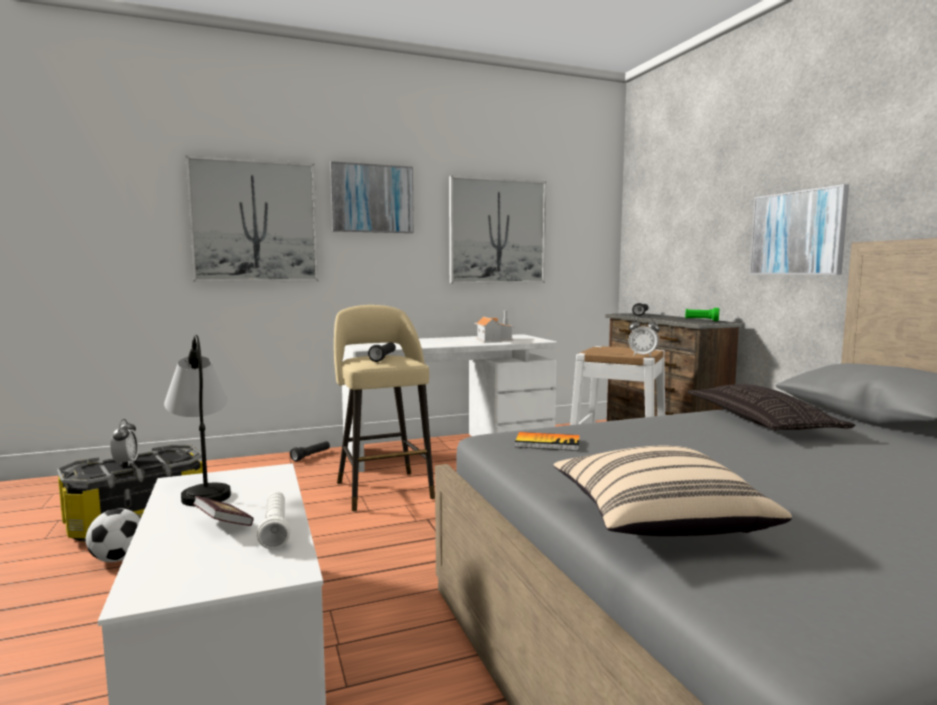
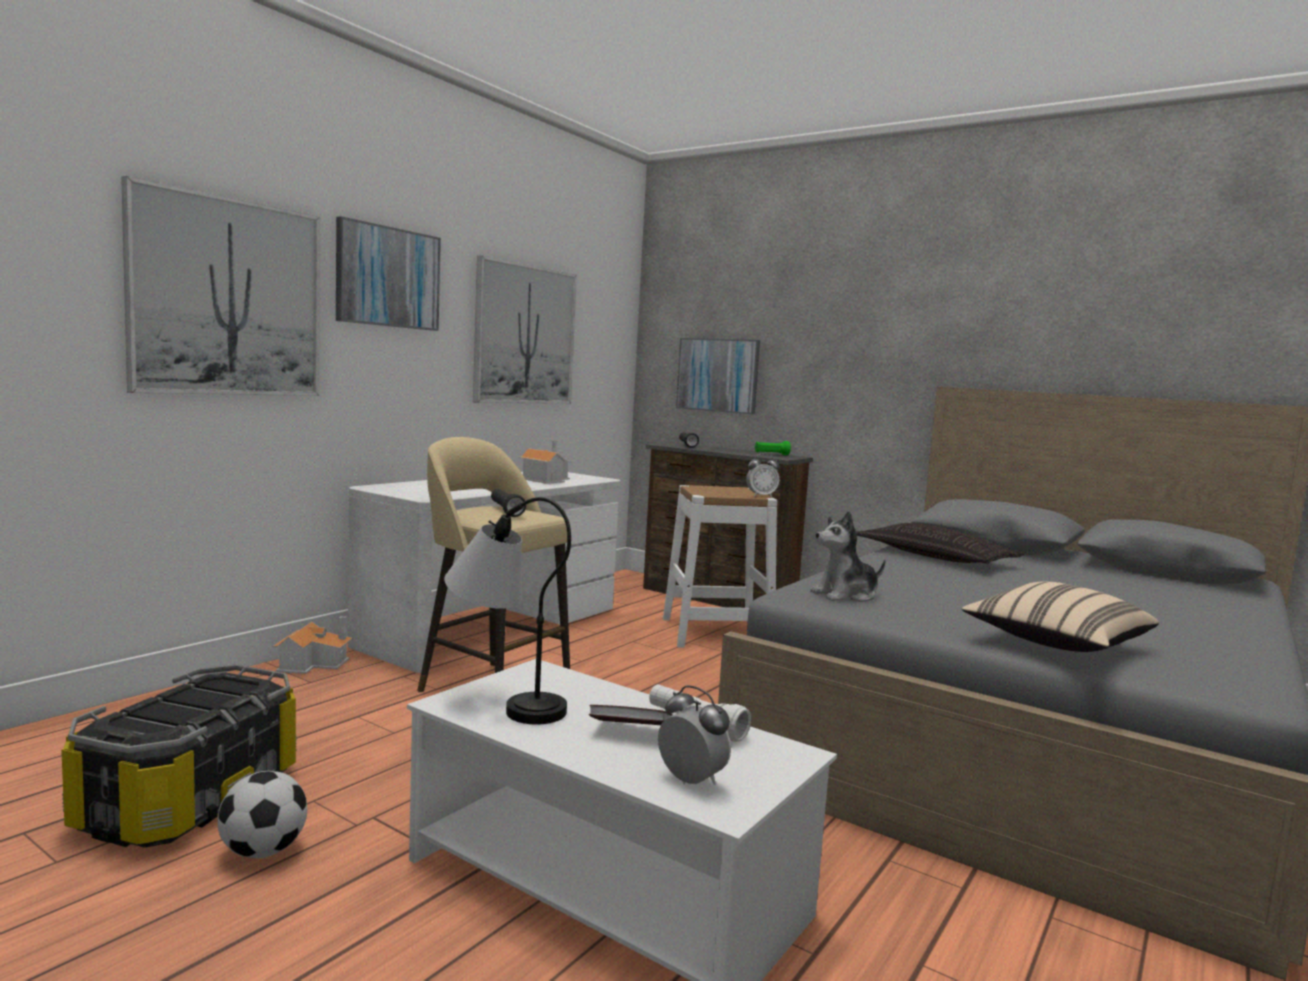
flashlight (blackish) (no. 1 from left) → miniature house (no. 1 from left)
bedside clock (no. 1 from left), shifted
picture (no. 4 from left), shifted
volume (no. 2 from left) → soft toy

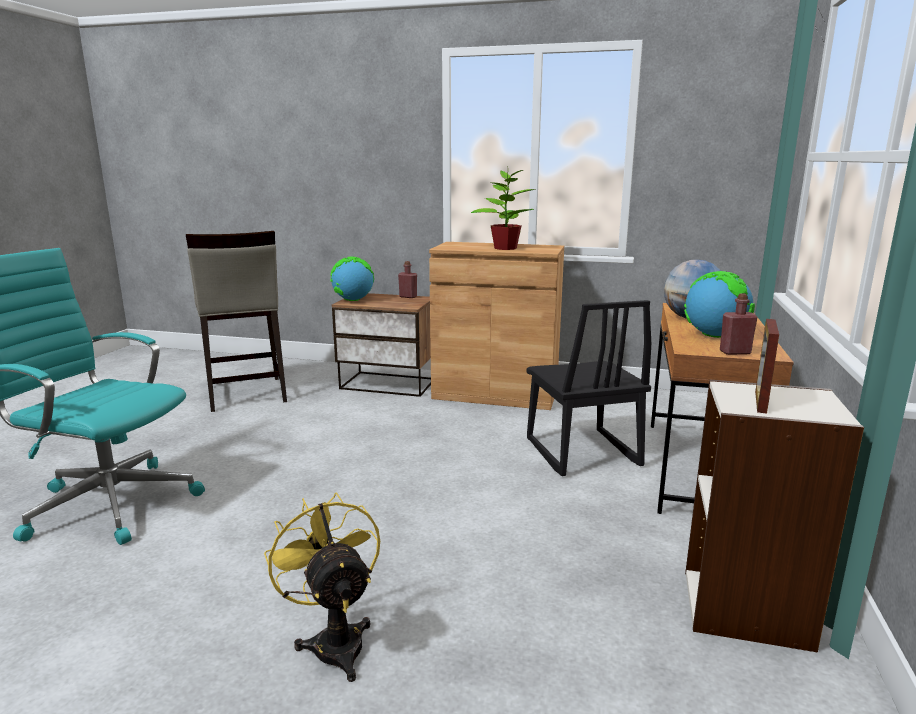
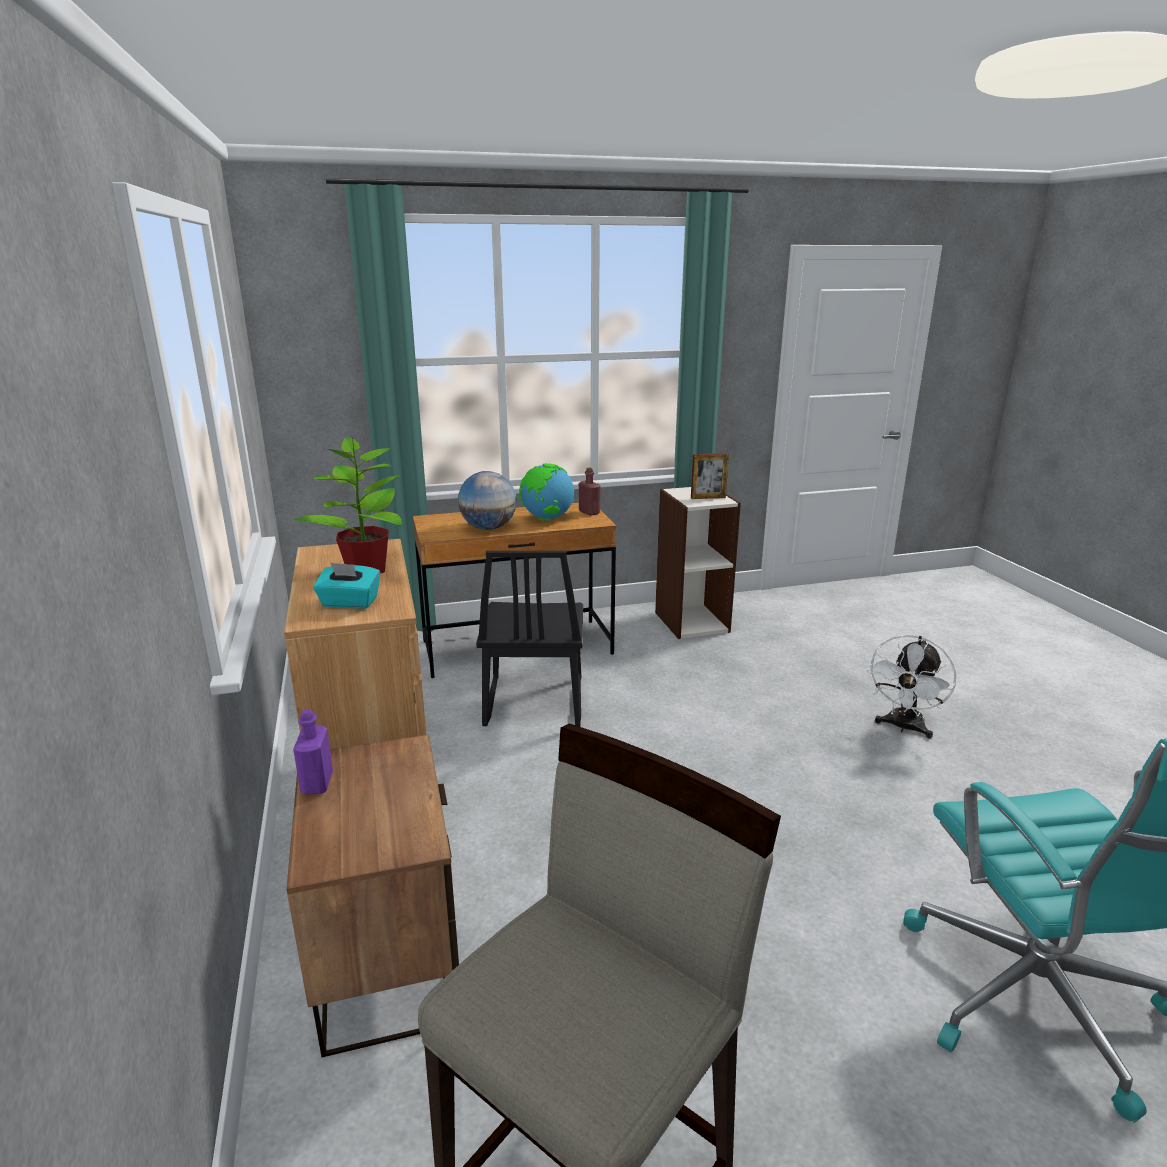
beverage bottle (red-coloured) (no. 1 from left) → beverage bottle (purple)
- → tissue holder (turquoise)
chair (blackish), 135 degrees clockwise
fan (yellow) → fan (white-coloured)
world globe (no. 1 from left) → -

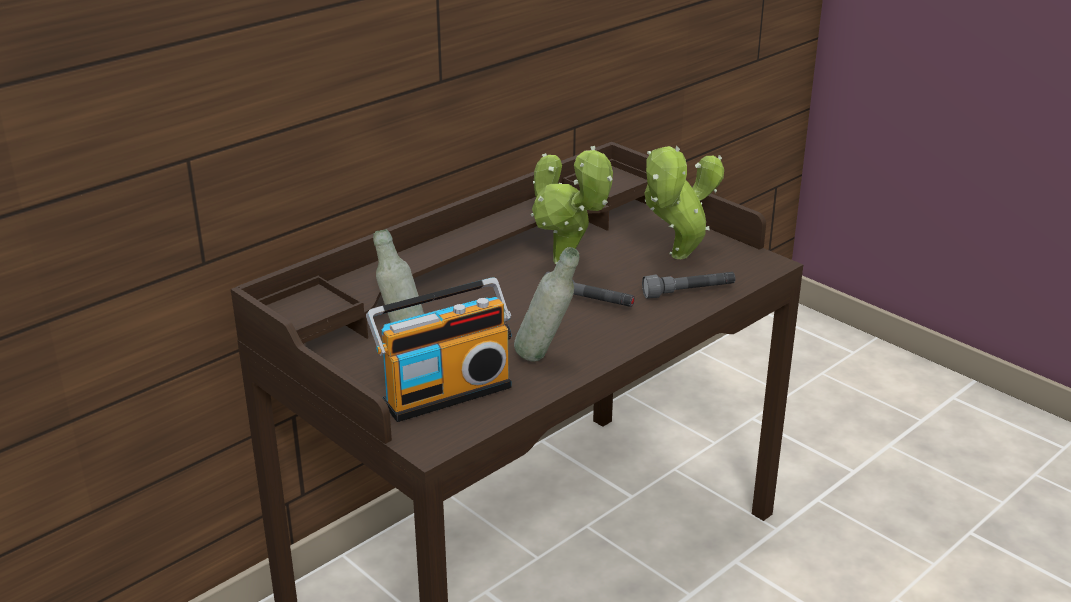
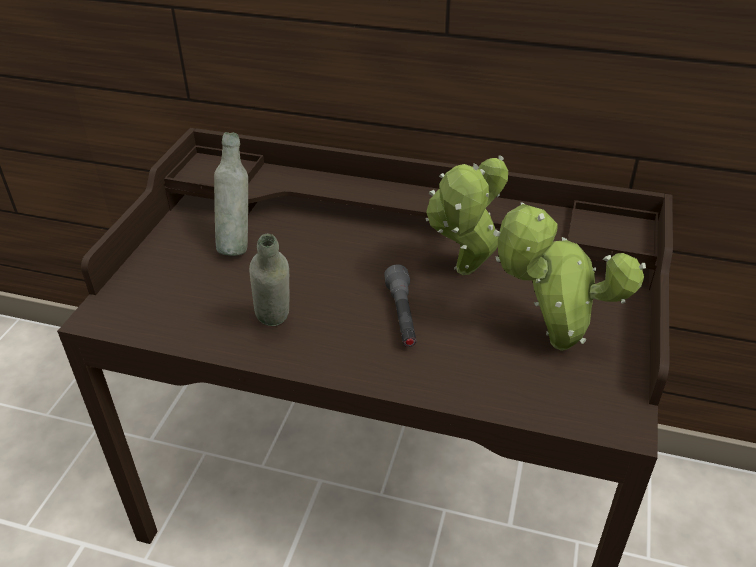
radio receiver → -
flashlight (gray) (no. 2 from left) → -

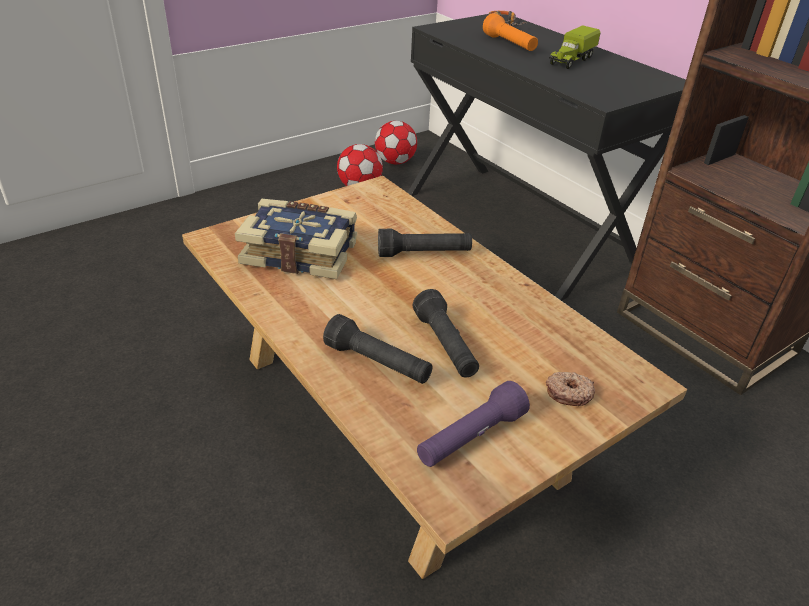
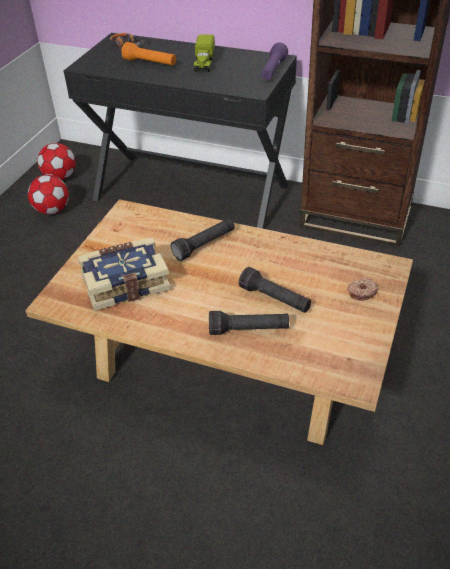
flashlight (purple), shifted

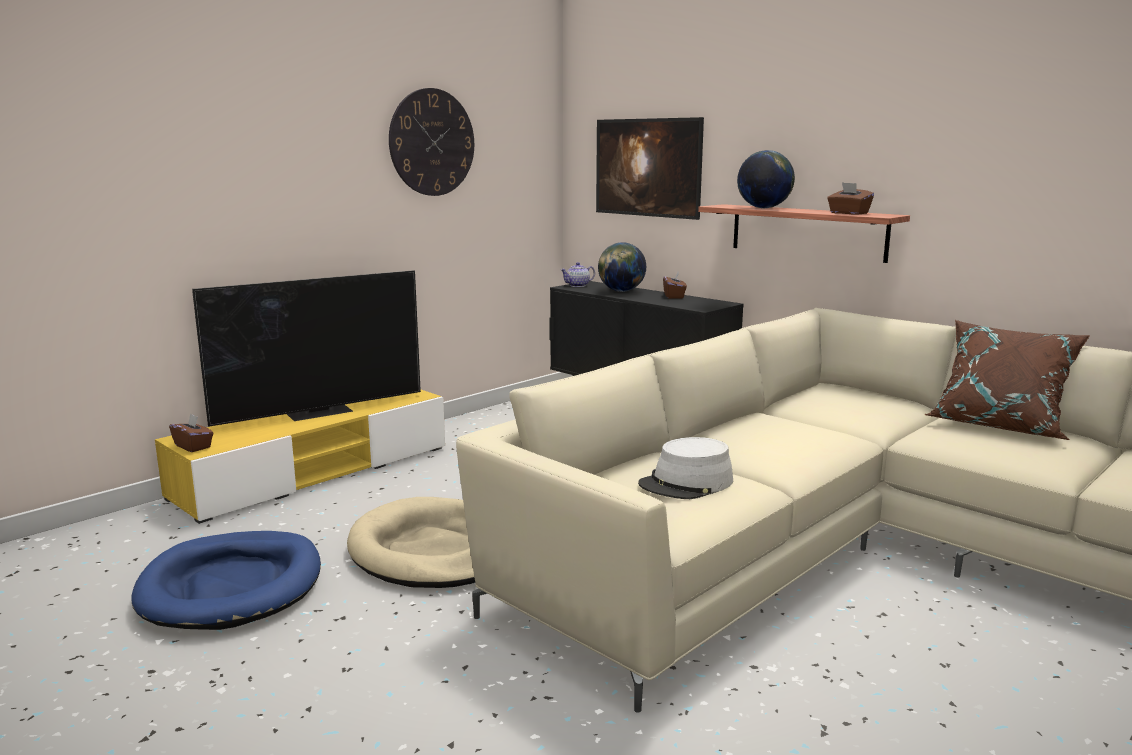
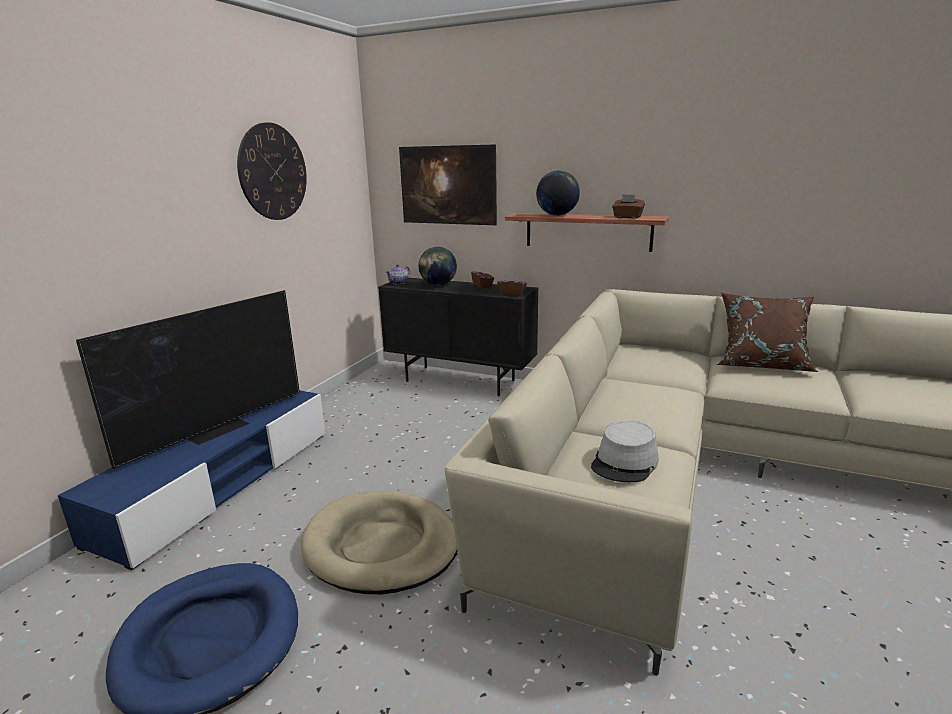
media console (yellow) → media console (bluish)
tissue holder (brown) (no. 1 from left in the first image) → tissue holder (brown) (no. 2 from left), shifted

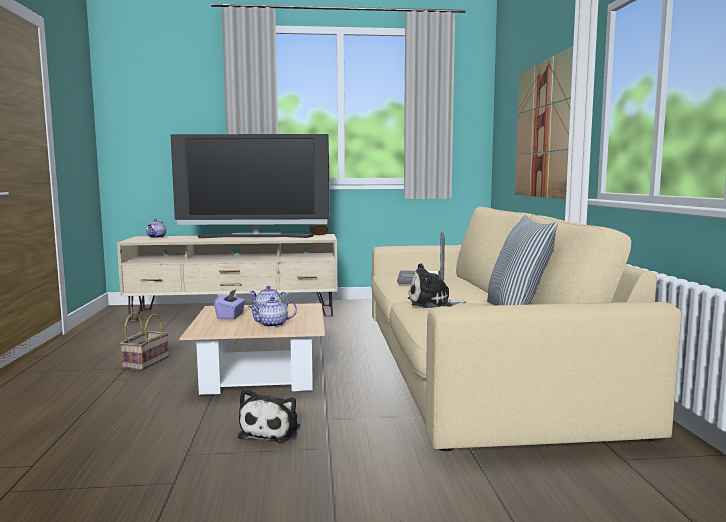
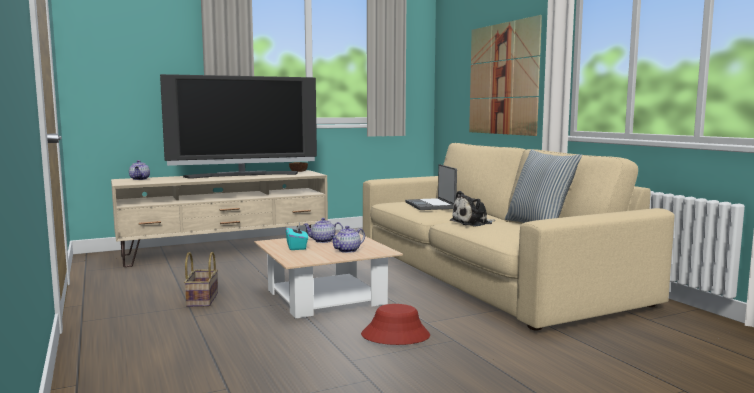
tissue holder (purple) → tissue holder (turquoise)
soft toy (no. 1 from left) → wearable hat (red-coloured)

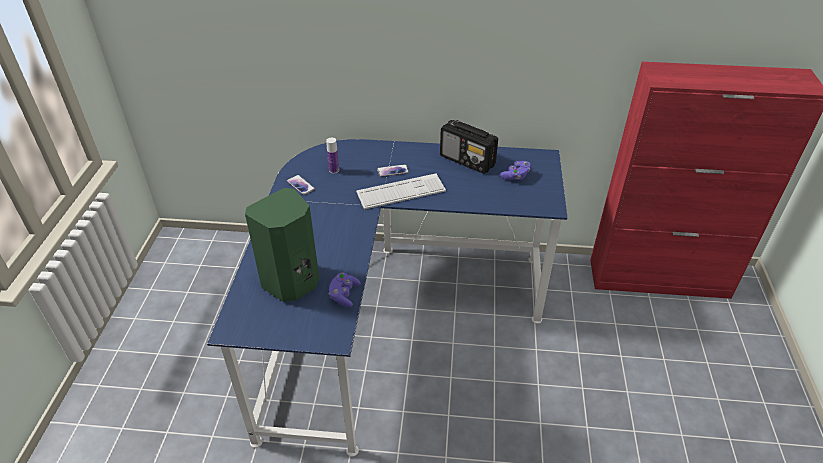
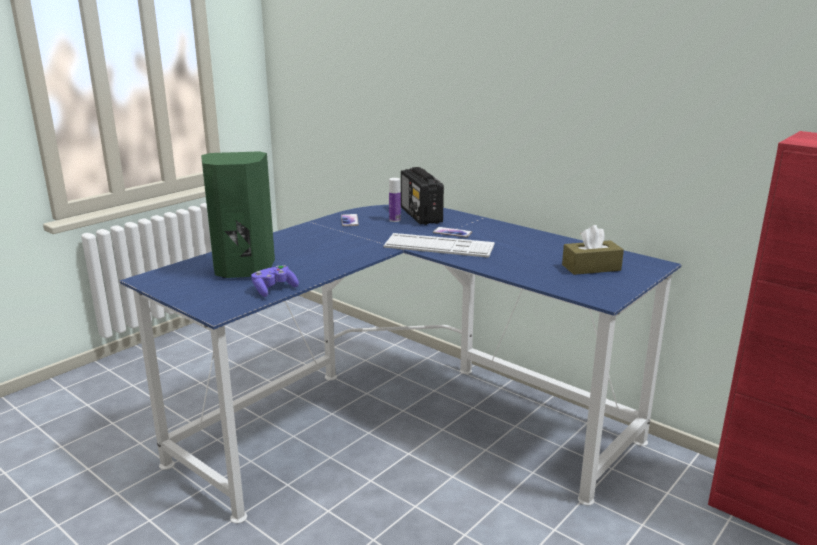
radio receiver, shifted
gamepad (purple) (no. 2 from left) → tissue holder (brown)

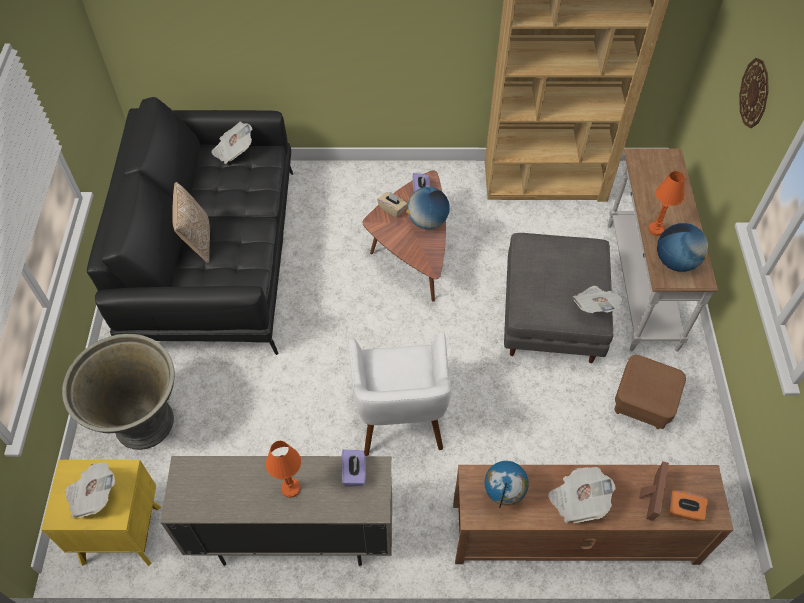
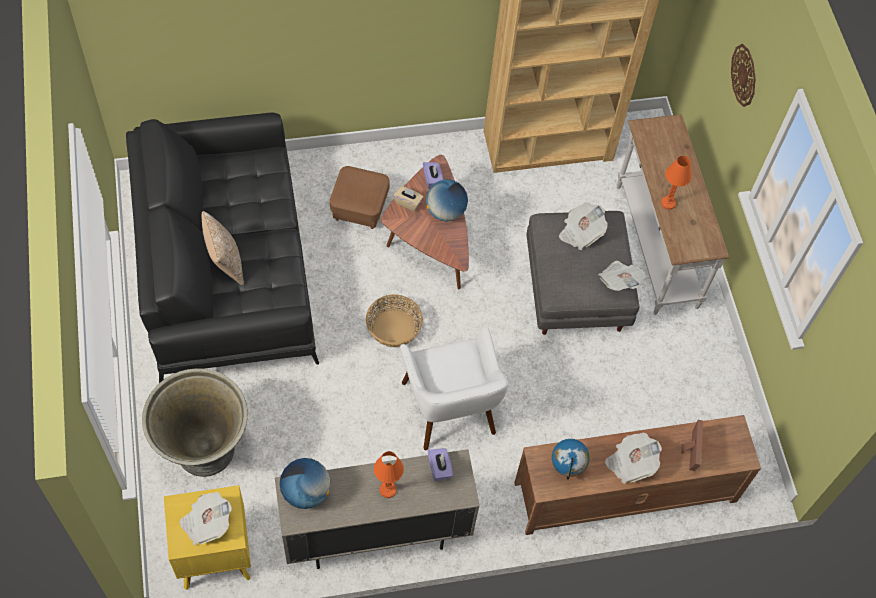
world globe (no. 3 from left in the first image) → world globe (no. 1 from left), shifted
ottoman (brown), shifted
- → household basket
daily paper (no. 2 from left), shifted
tissue holder (orangey) → -

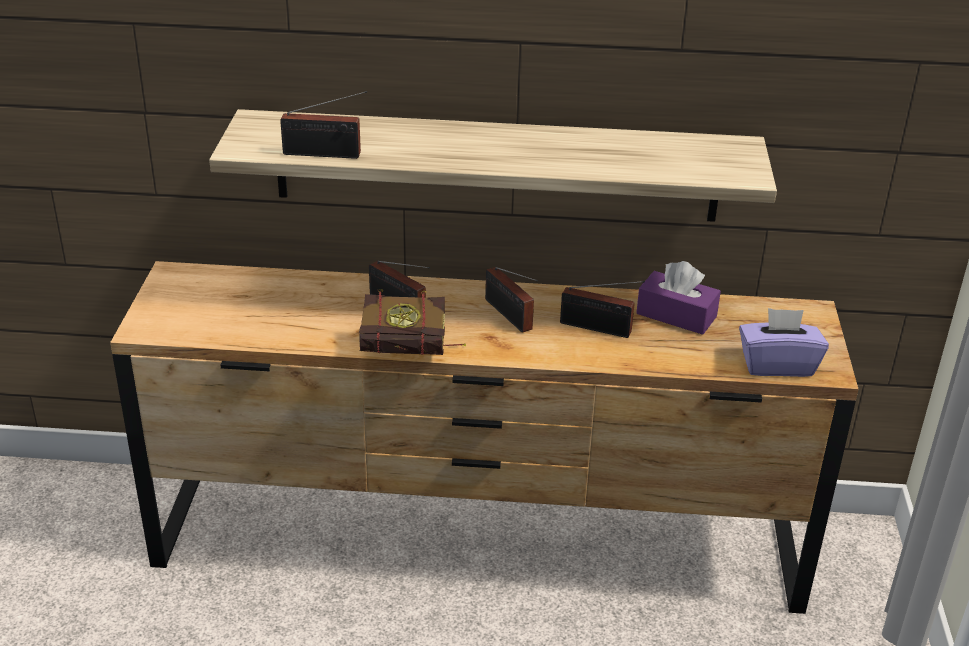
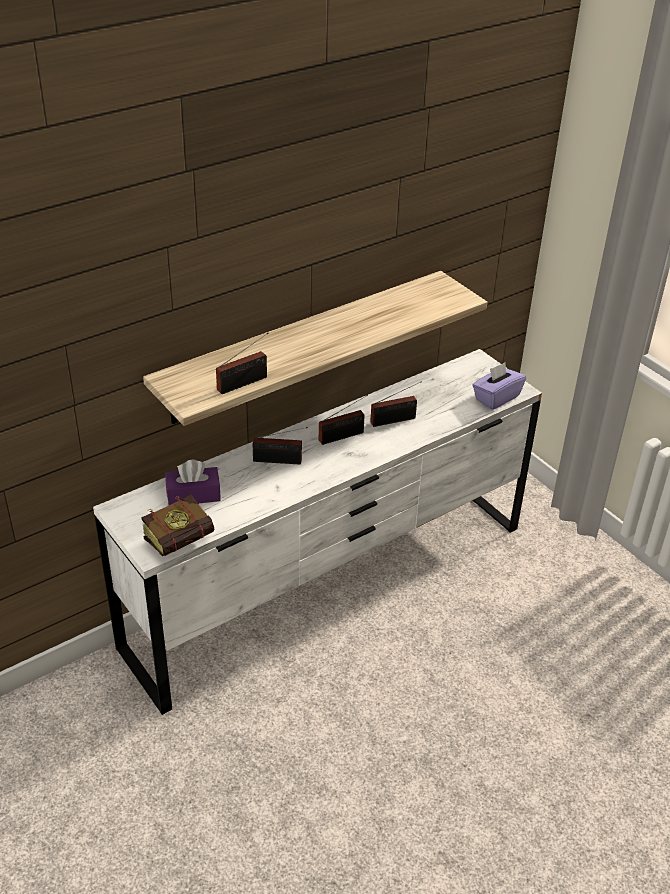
chest of drawers (brown) → chest of drawers (white-coloured)
volume, shifted
tissue holder (purple) (no. 1 from left), shifted
radio receiver (no. 3 from left), 45 degrees counterclockwise

